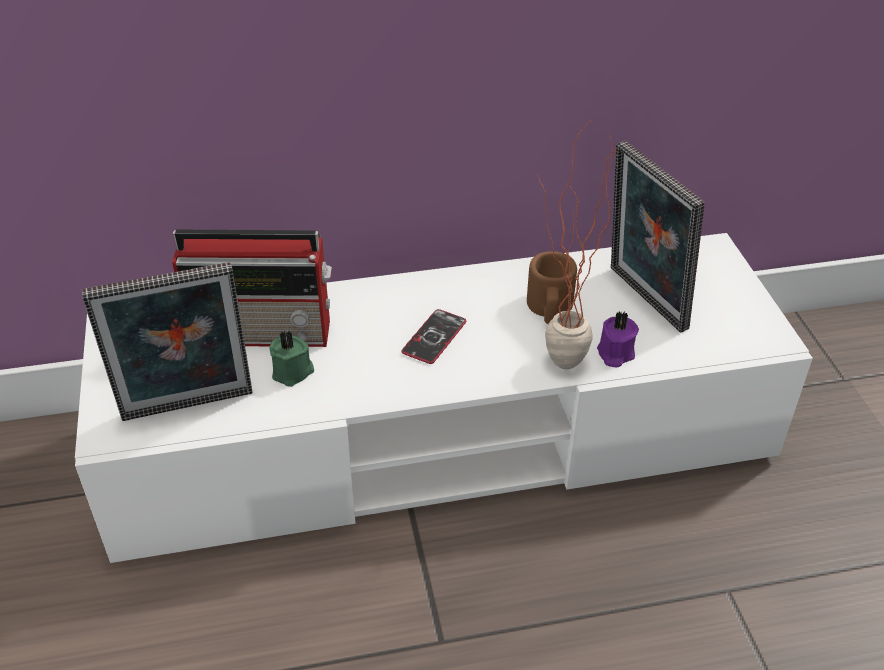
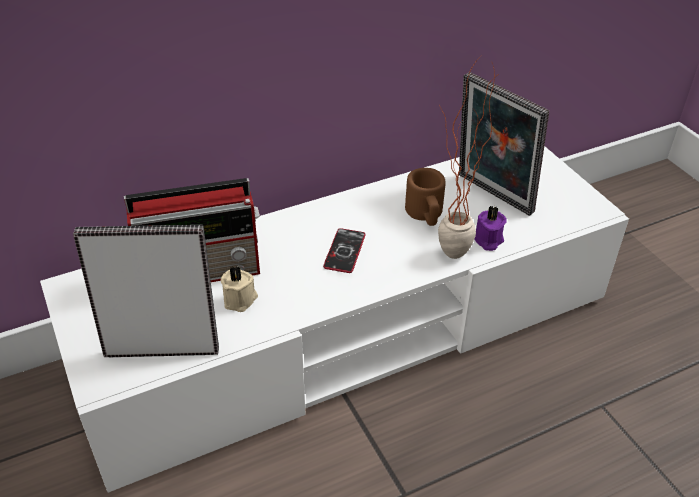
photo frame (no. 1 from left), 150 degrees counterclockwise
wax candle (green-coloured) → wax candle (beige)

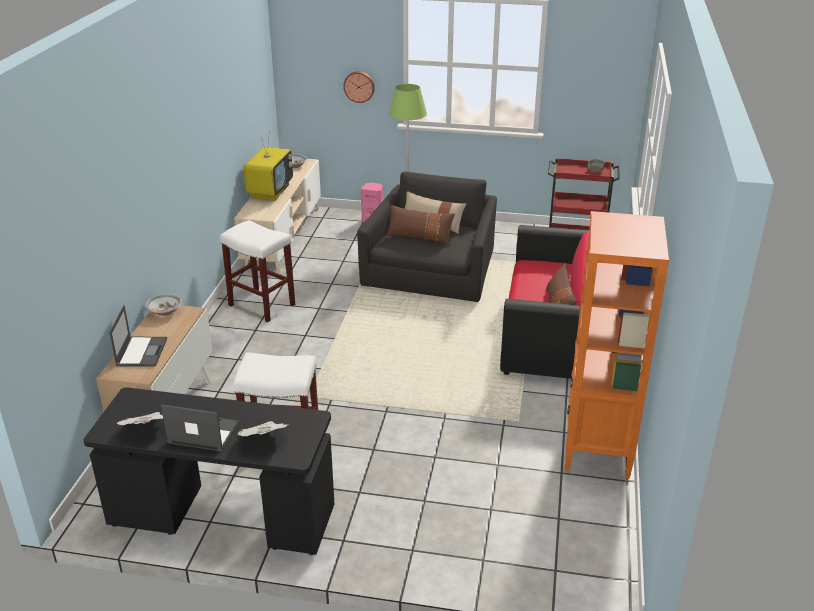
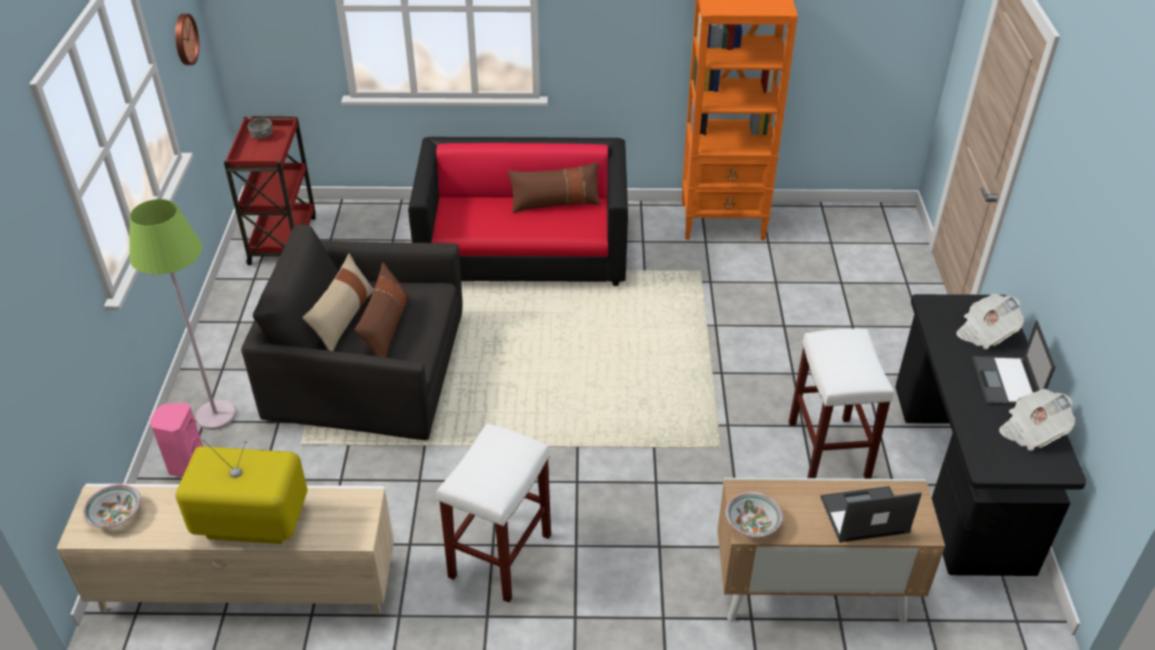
hanging clock, shifted

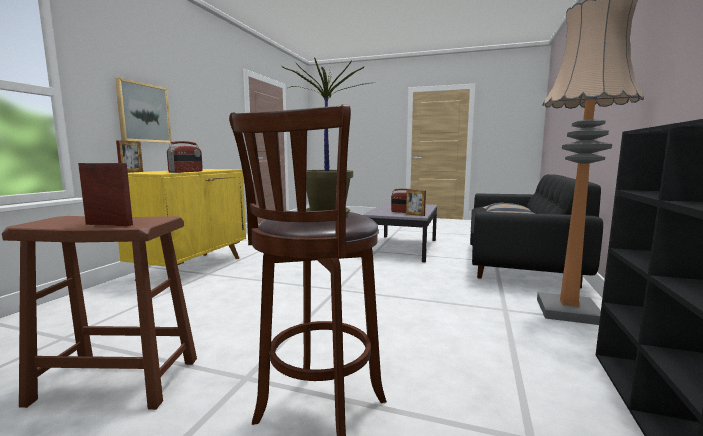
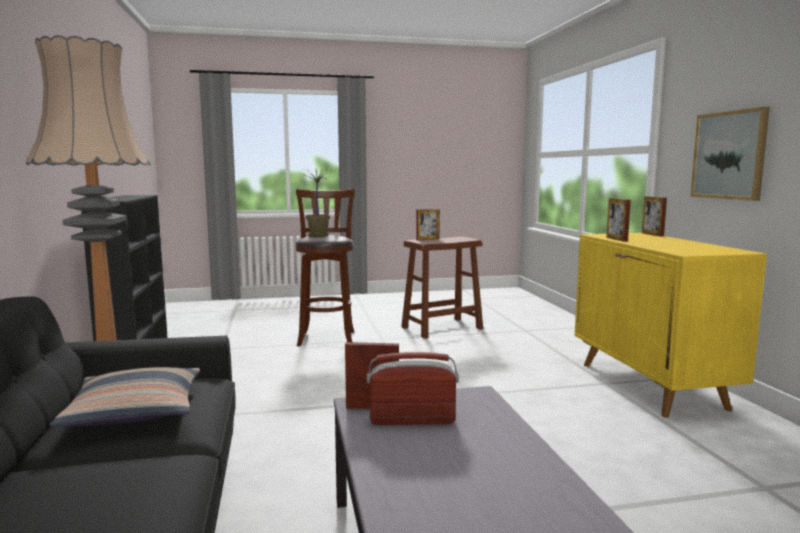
radio receiver (no. 1 from left) → photo frame (no. 3 from left)

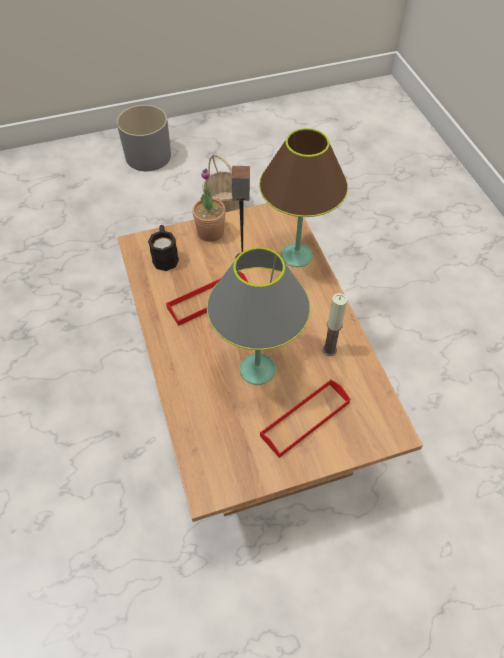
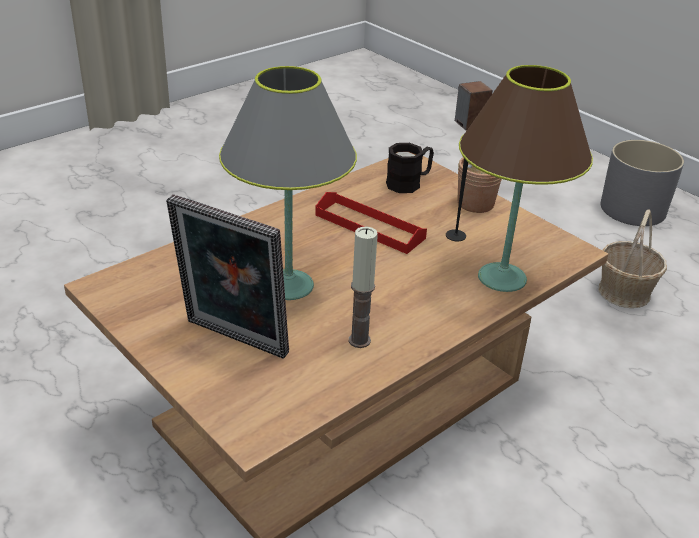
carrying tray (red-coloured) (no. 2 from left) → photo frame

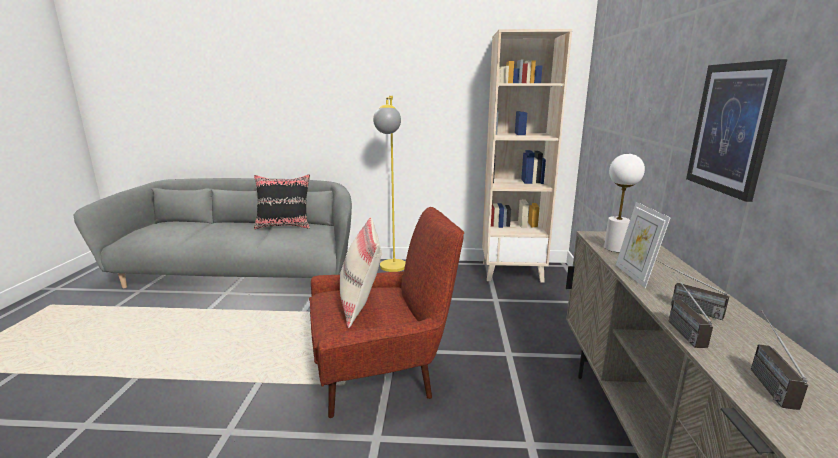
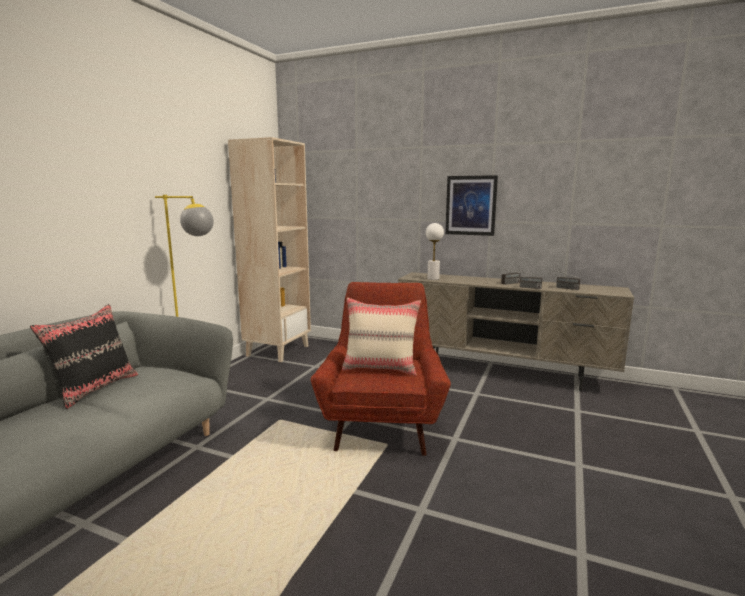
photo frame → -

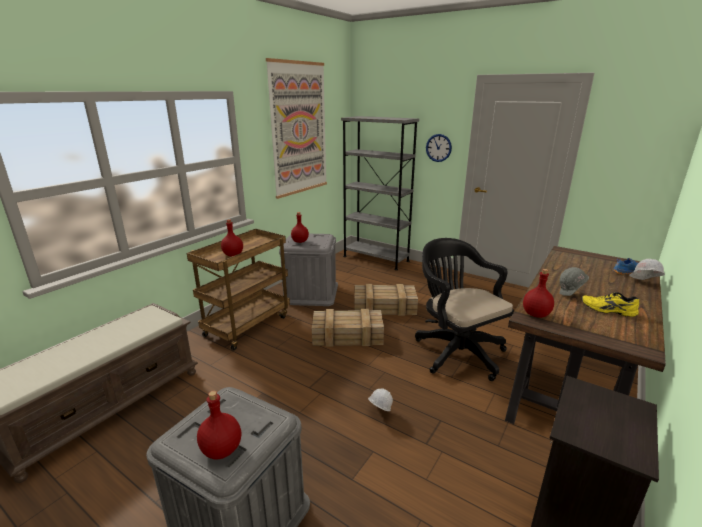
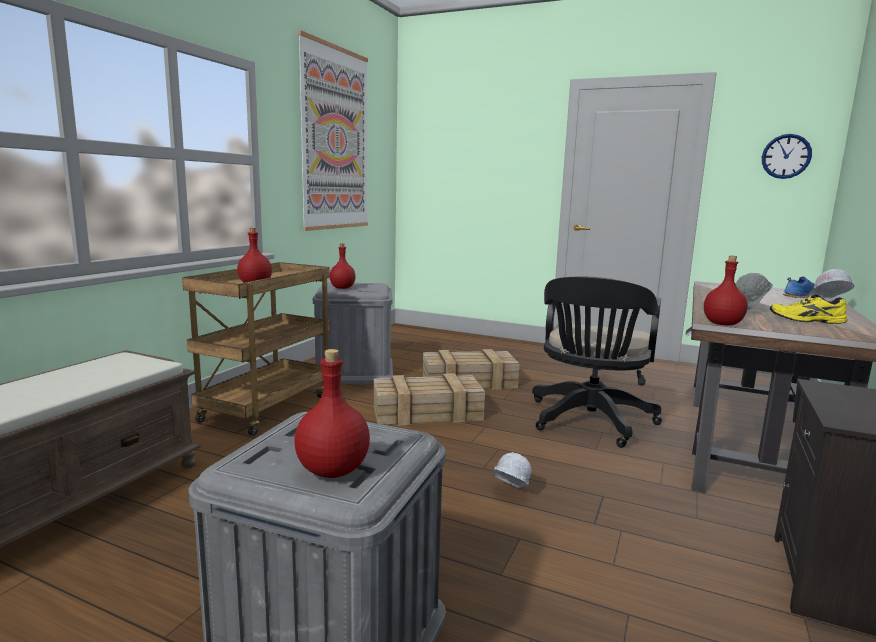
desk chair (blackish), 120 degrees counterclockwise
hanging clock, shifted
bookcase (gray) → -

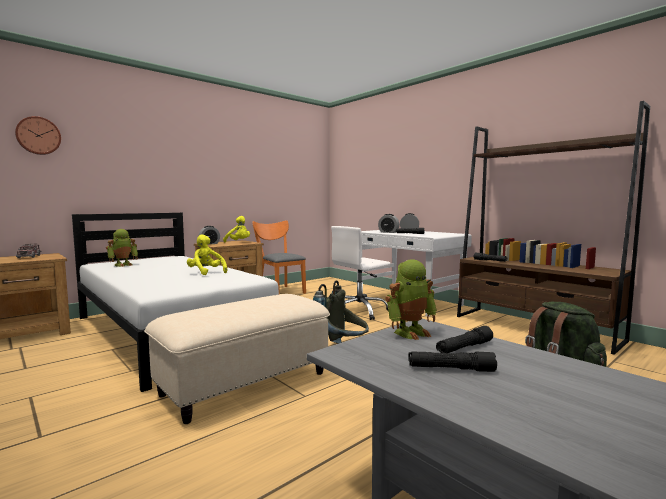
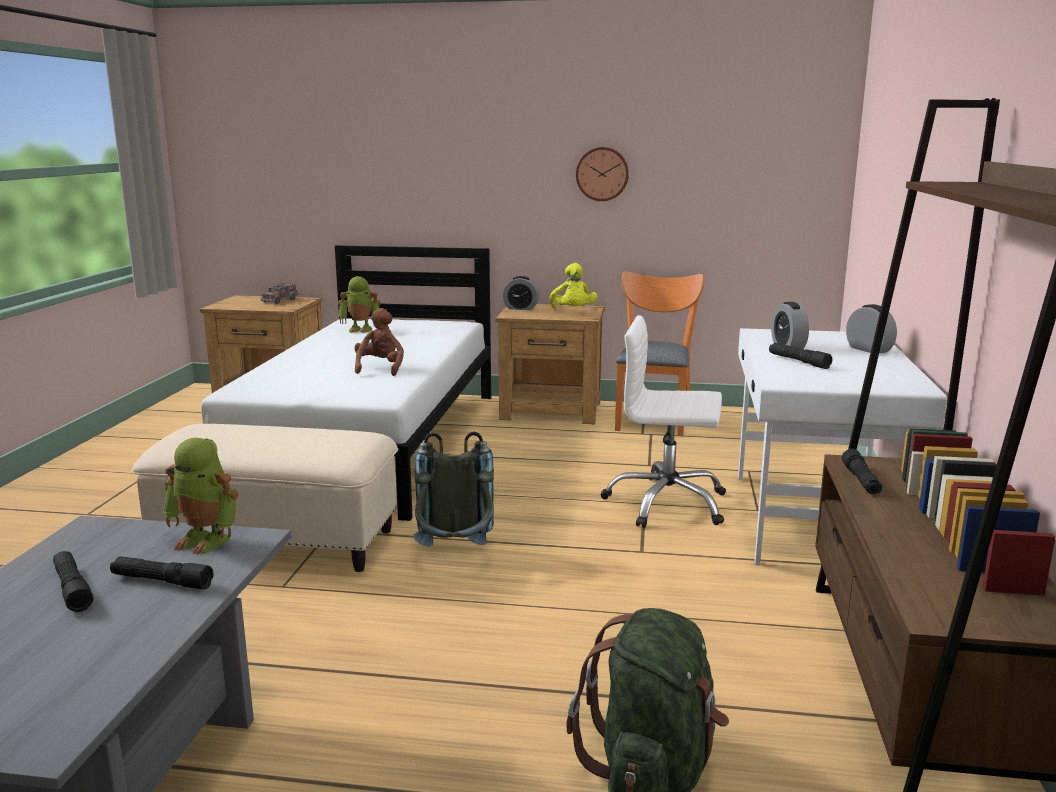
soft toy (yellow) (no. 1 from left) → soft toy (brown)
hanging clock, shifted

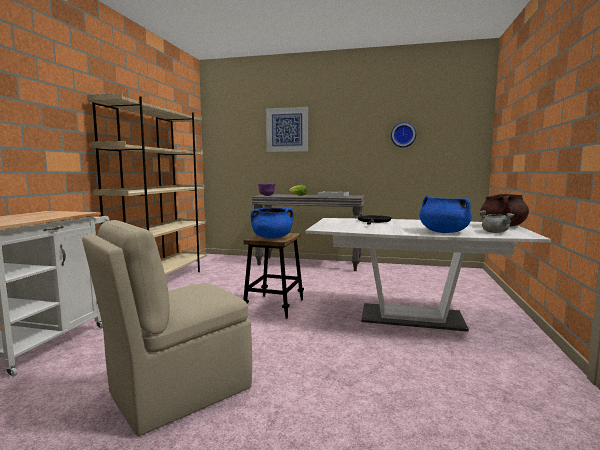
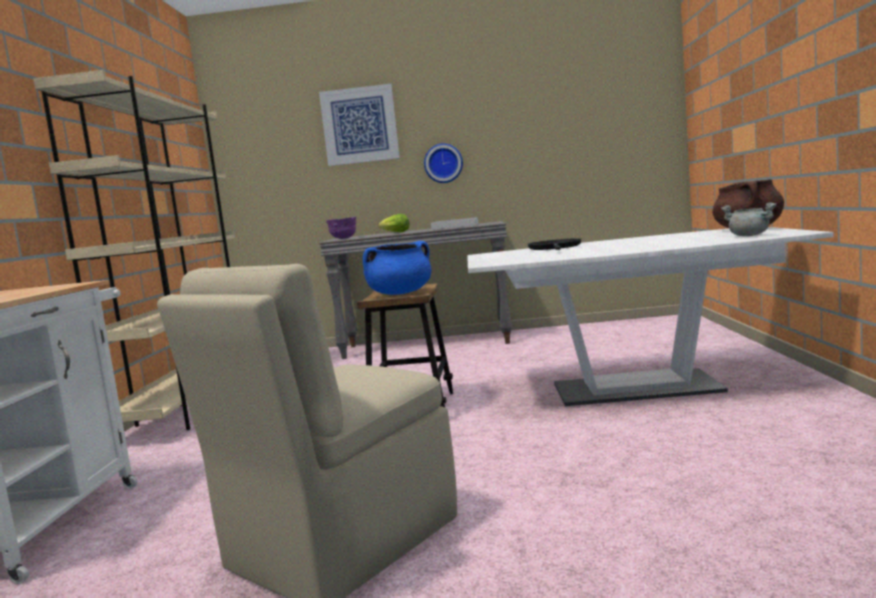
hanging clock, shifted
cooking pot (bluish) (no. 2 from left) → -

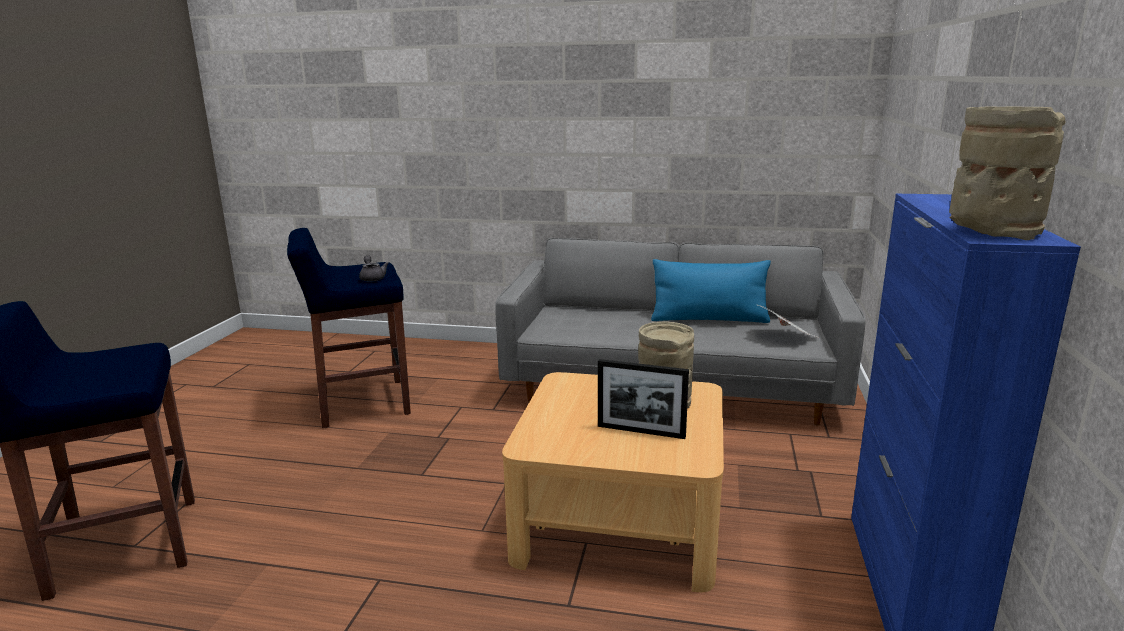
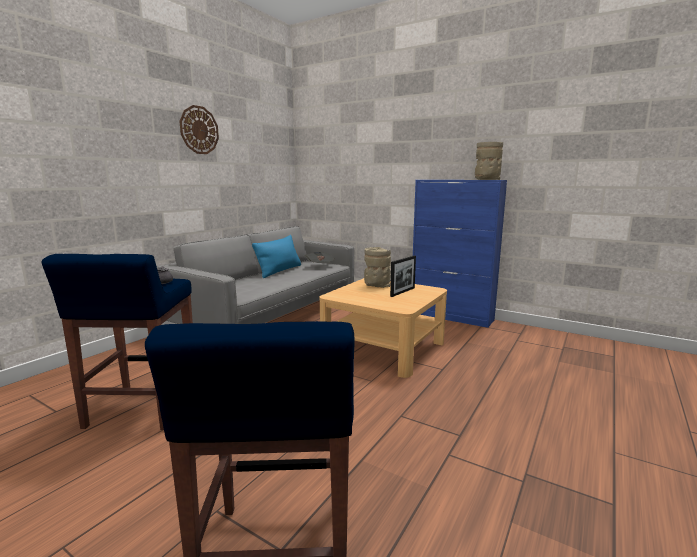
- → hanging clock

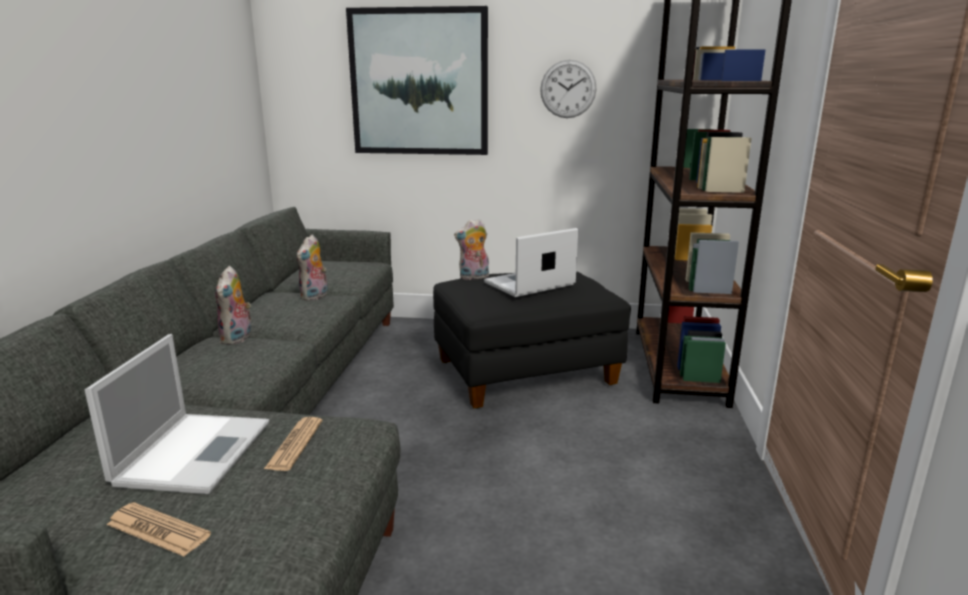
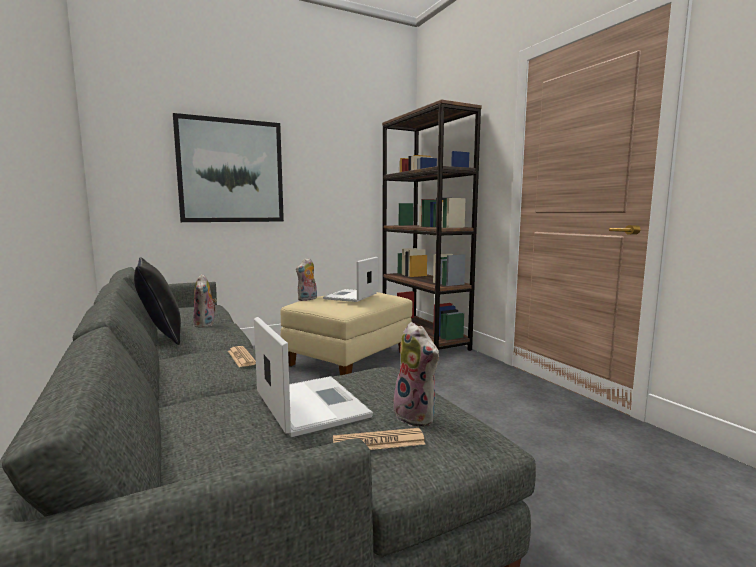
- → cushion (blackish)
daily paper (no. 2 from left in the first image) → daily paper (no. 1 from left), shifted
ottoman (blackish) → ottoman (beige)
soft toy (no. 1 from left in the first image) → soft toy (no. 3 from left), shifted
hanging clock → -

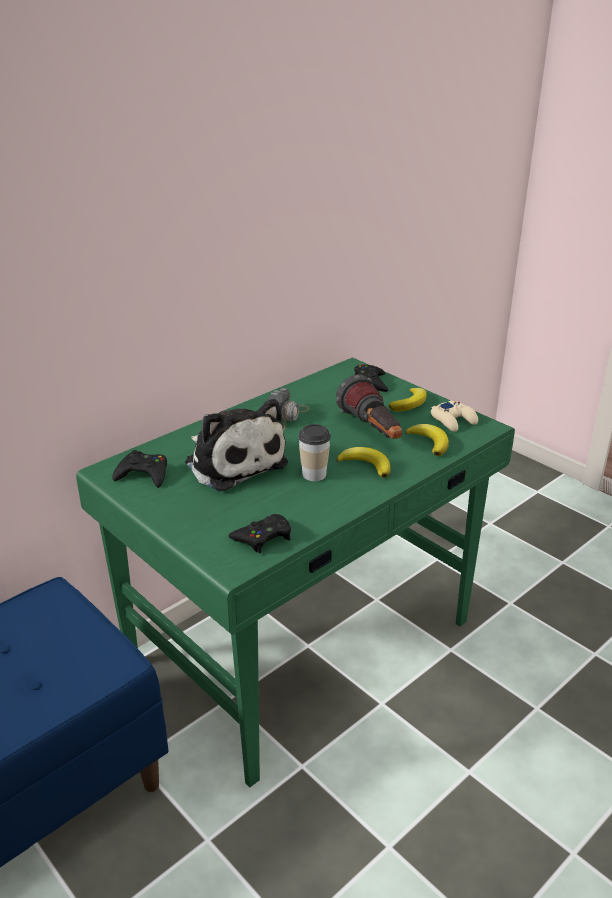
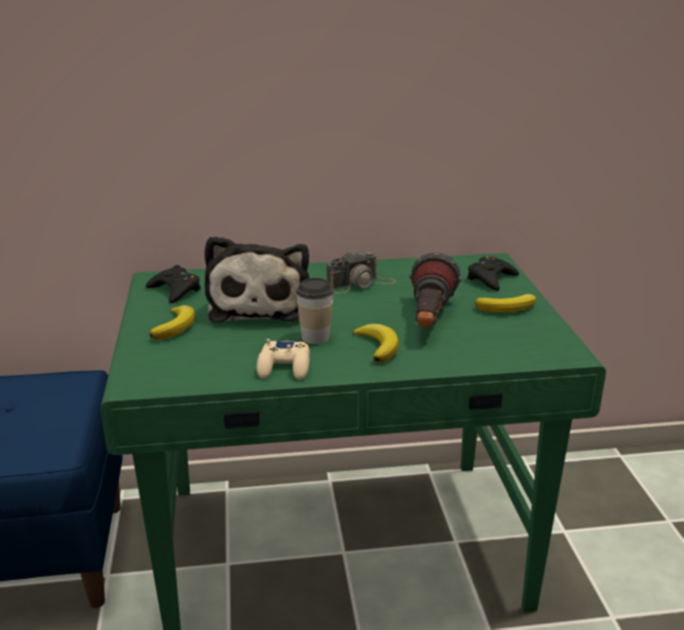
whole banana (no. 3 from left in the first image) → whole banana (no. 1 from left), shifted
gamepad (beige), shifted
gamepad (blackish) (no. 2 from left) → -

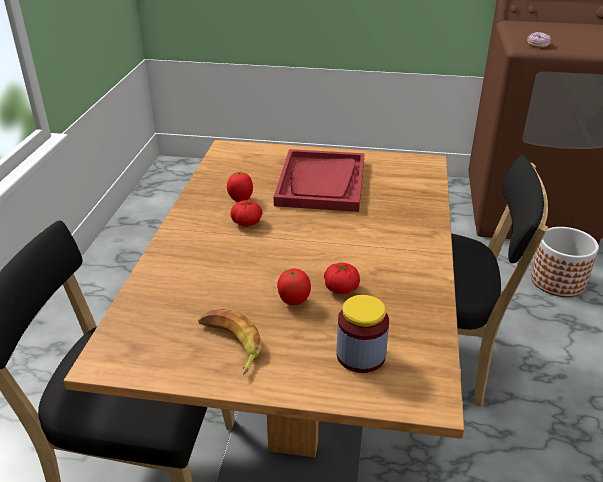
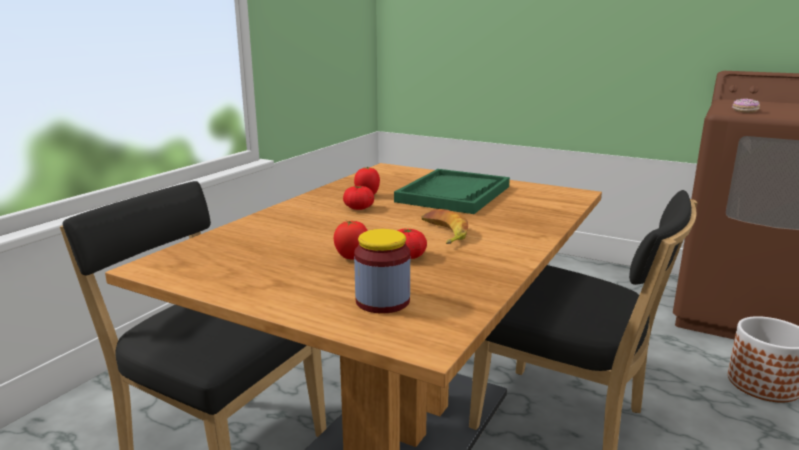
carrying tray (red-coloured) → carrying tray (green-coloured)
whole banana, shifted

